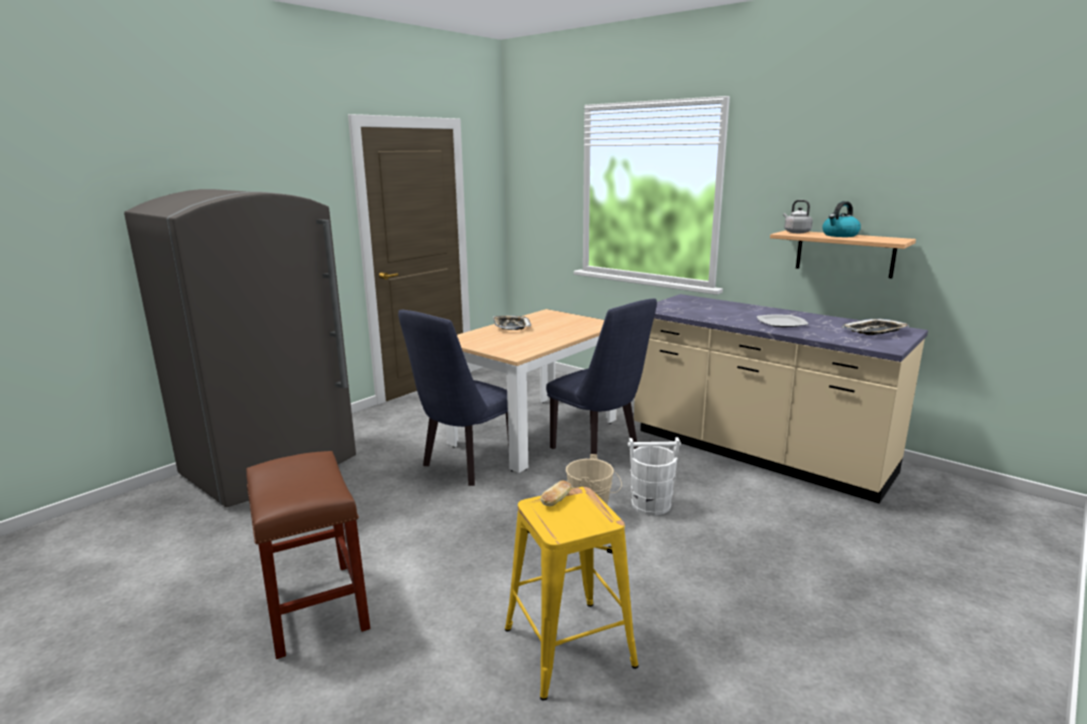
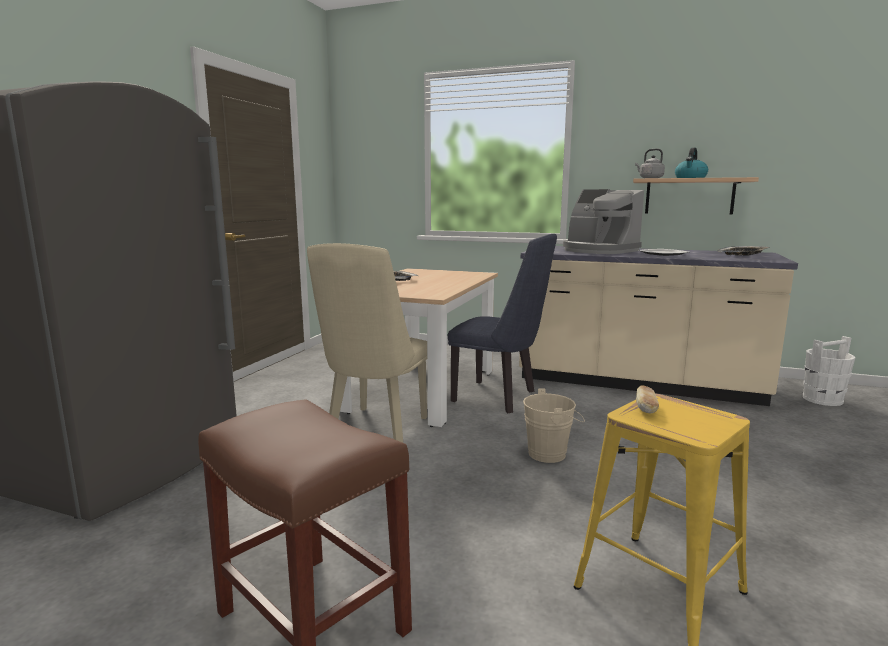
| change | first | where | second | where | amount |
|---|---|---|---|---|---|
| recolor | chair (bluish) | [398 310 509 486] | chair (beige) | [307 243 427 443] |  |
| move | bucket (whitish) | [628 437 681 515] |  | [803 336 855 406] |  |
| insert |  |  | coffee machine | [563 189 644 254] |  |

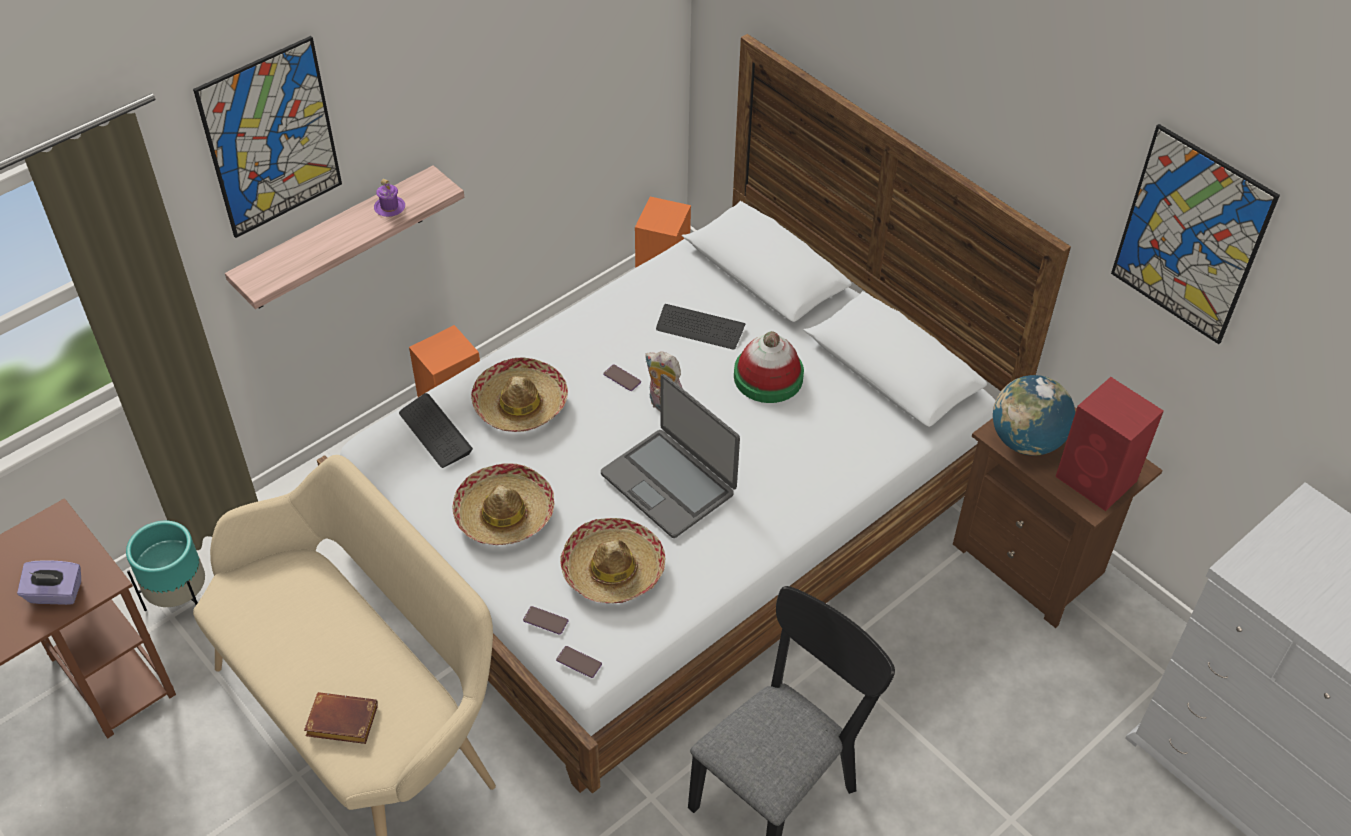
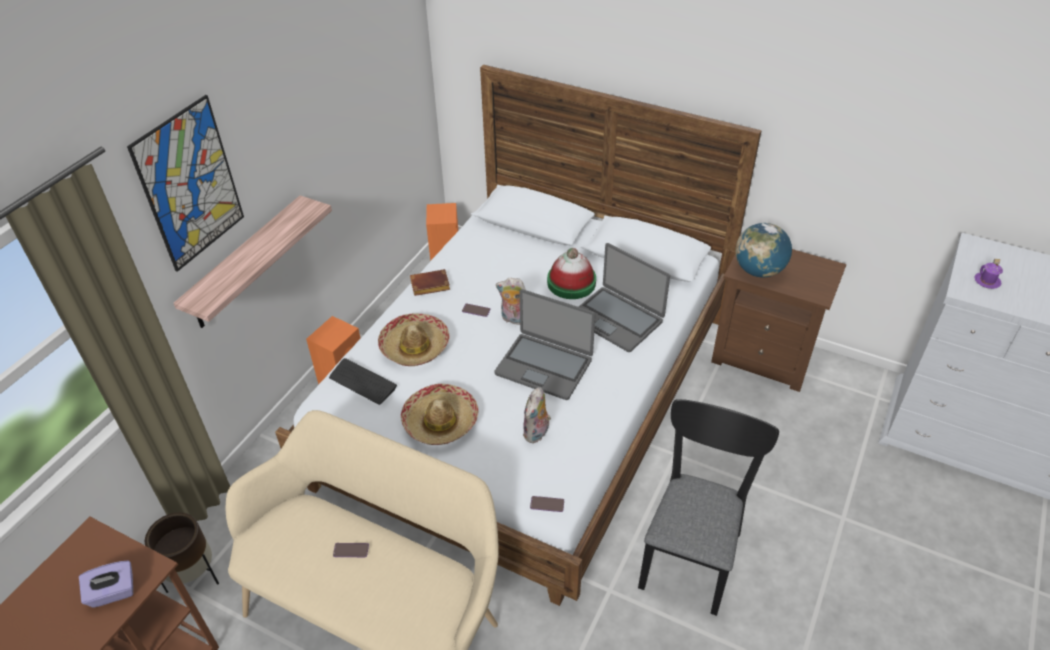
| change | first | where | second | where | amount |
|---|---|---|---|---|---|
| delete | wall art | [1111 124 1280 344] |  |  |  |
| move | tea mug (purplish) | [374 179 405 217] |  | [974 259 1003 289] |  |
| delete | computer keyboard | [656 304 745 350] |  |  |  |
| delete | audio speaker (reddish) | [1055 377 1164 511] |  |  |  |
| replace | clothing hat | [560 518 665 603] | plush toy | [523 387 551 443] |  |
| recolor | flower pot (turquoise) | [126 521 205 611] | flower pot (brown-coloured) | [145 512 219 593] |  |
| move | phone | [523 606 568 635] |  | [333 543 369 557] |  |
| move | volume (brown-coloured) | [304 692 378 744] |  | [410 269 450 296] |  |
| insert |  |  | notebook computer | [579 243 670 352] |  |

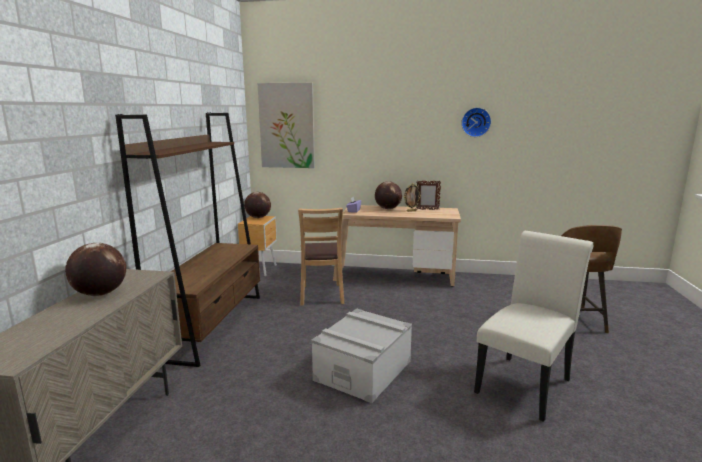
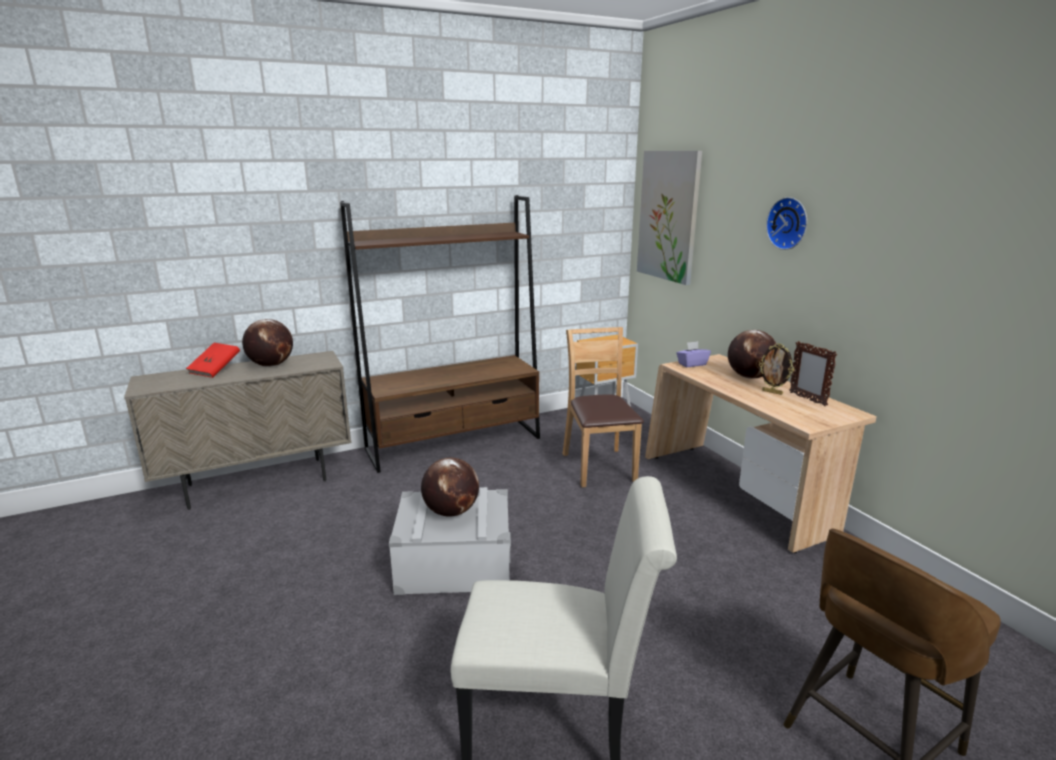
| change | first | where | second | where | amount |
|---|---|---|---|---|---|
| move | clock on the wall | [461 107 491 137] |  | [766 197 807 250] |  |
| move | desk globe | [244 192 271 218] |  | [421 458 479 517] |  |
| rotate | chair (brown-coloured) | [298 208 344 306] |  | [563 327 644 487] | 120 degrees clockwise |
| insert |  |  | volume (reddish) | [186 343 240 378] |  |

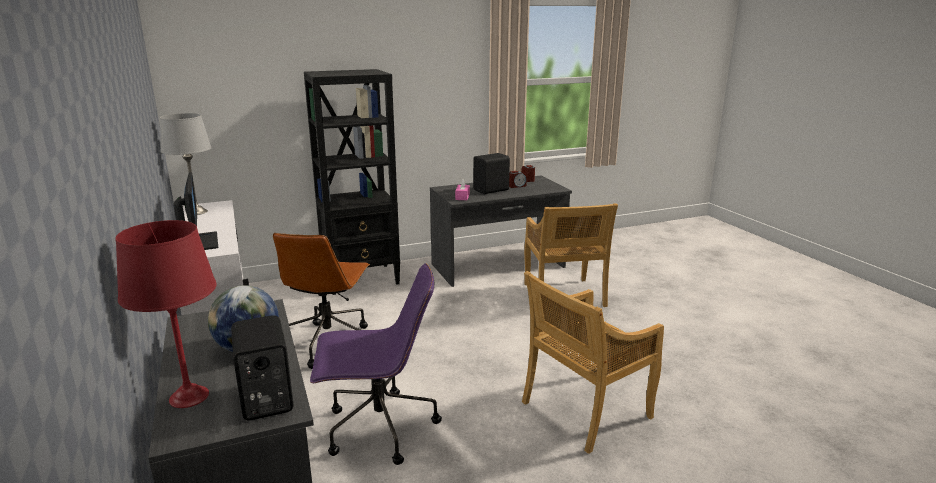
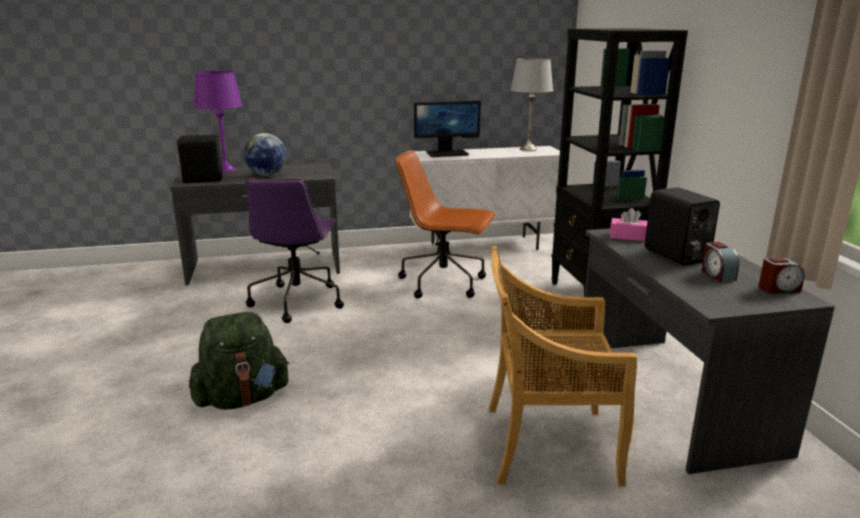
| change | first | where | second | where | amount |
|---|---|---|---|---|---|
| recolor | lamp for a table (reddish) | [115 220 217 408] | lamp for a table (purplish) | [194 71 242 172] |  |
| replace | chair (beige) | [522 271 664 454] | knapsack (greenish) | [189 312 289 410] |  |

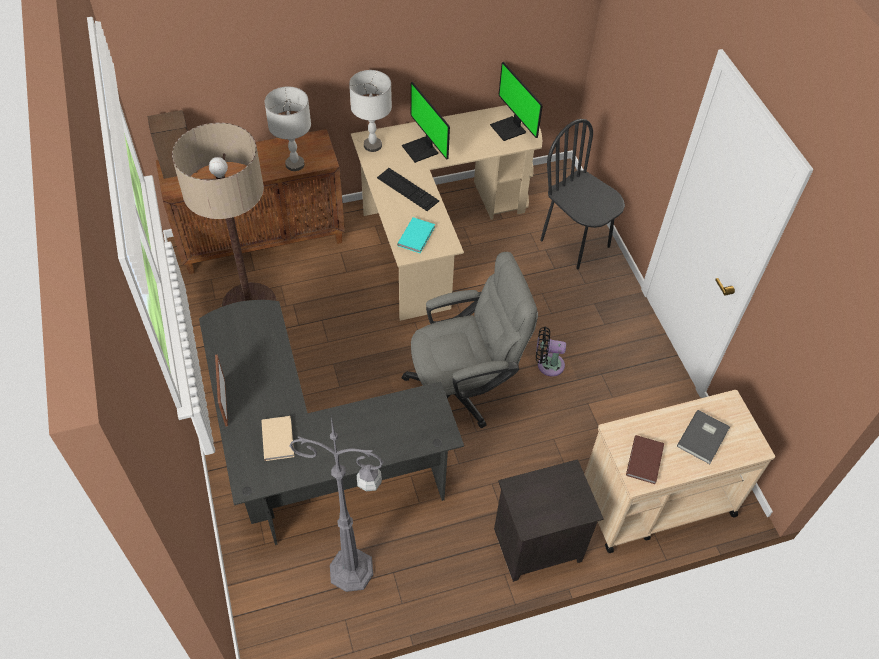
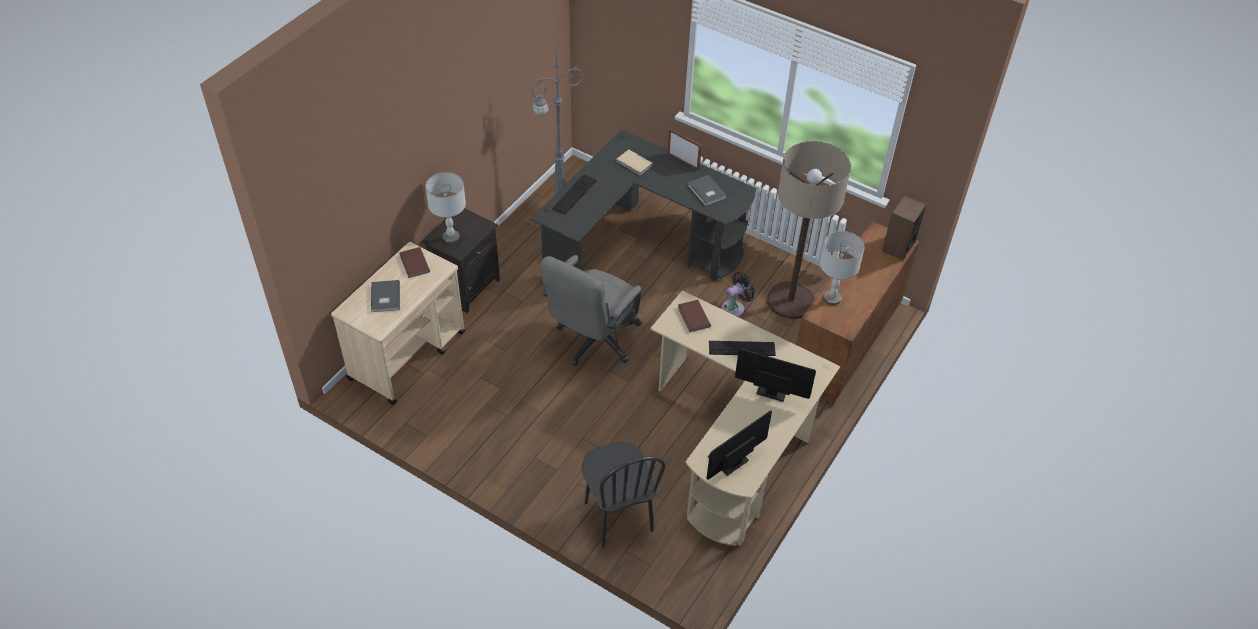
| change | first | where | second | where | amount |
|---|---|---|---|---|---|
| rotate | monitor | [490 62 543 141] |  | [706 411 772 480] | 60 degrees counterclockwise |
| move | lamp for a table (gray) | [349 70 392 152] |  | [426 172 466 244] |  |
| rotate | chair (black-coloured) | [540 119 625 270] |  | [582 442 665 548] | 60 degrees clockwise |
| recolor | volume (turquoise) | [397 217 435 253] | volume (brown-coloured) | [678 300 711 332] |  |
| move | fan (black-coloured) | [536 327 566 377] |  | [721 272 755 317] |  |
| insert |  |  | computer keyboard | [552 174 597 215] |  |
| insert |  |  | volume (gray) | [688 175 727 206] |  |

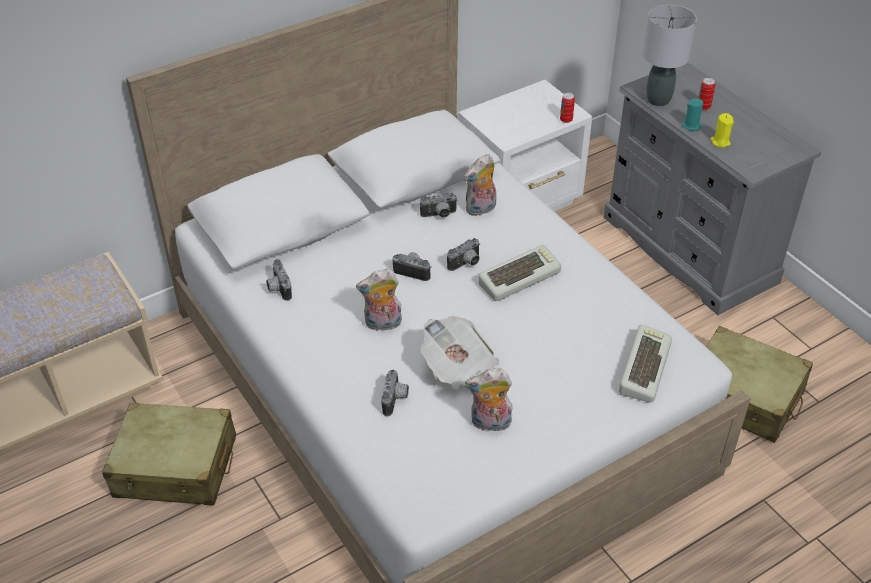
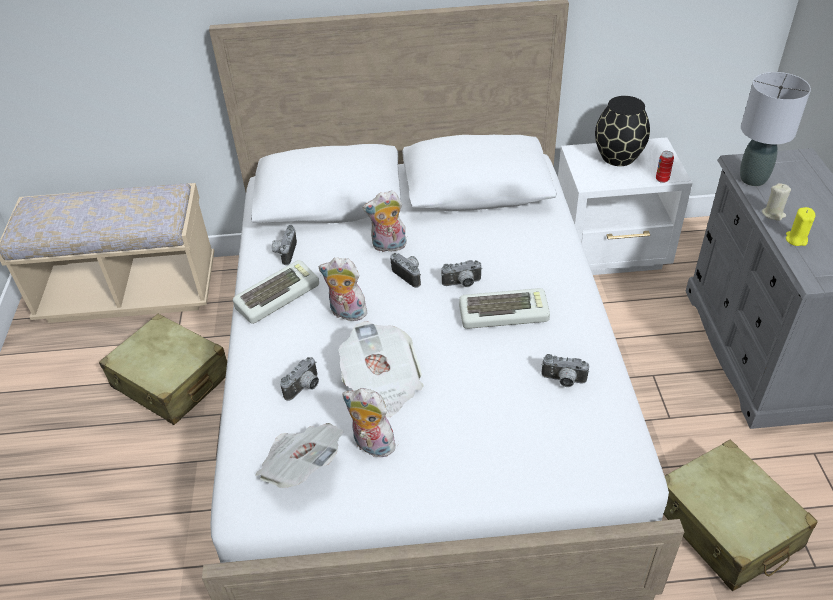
| change | first | where | second | where | amount |
|---|---|---|---|---|---|
| delete | can | [698 78 715 110] |  |  |  |
| recolor | wax candle (turquoise) | [682 99 703 131] | wax candle (beige) | [762 183 791 221] |  |
| move | plush toy | [464 154 496 216] |  | [362 190 407 252] |  |
| move | still camera | [420 193 458 218] |  | [541 354 589 387] |  |
| move | computer keyboard | [619 325 672 403] |  | [233 260 319 324] |  |
| insert |  |  | vase (black-coloured) | [595 96 650 166] |  |
| insert |  |  | daily paper | [255 423 343 488] |  |

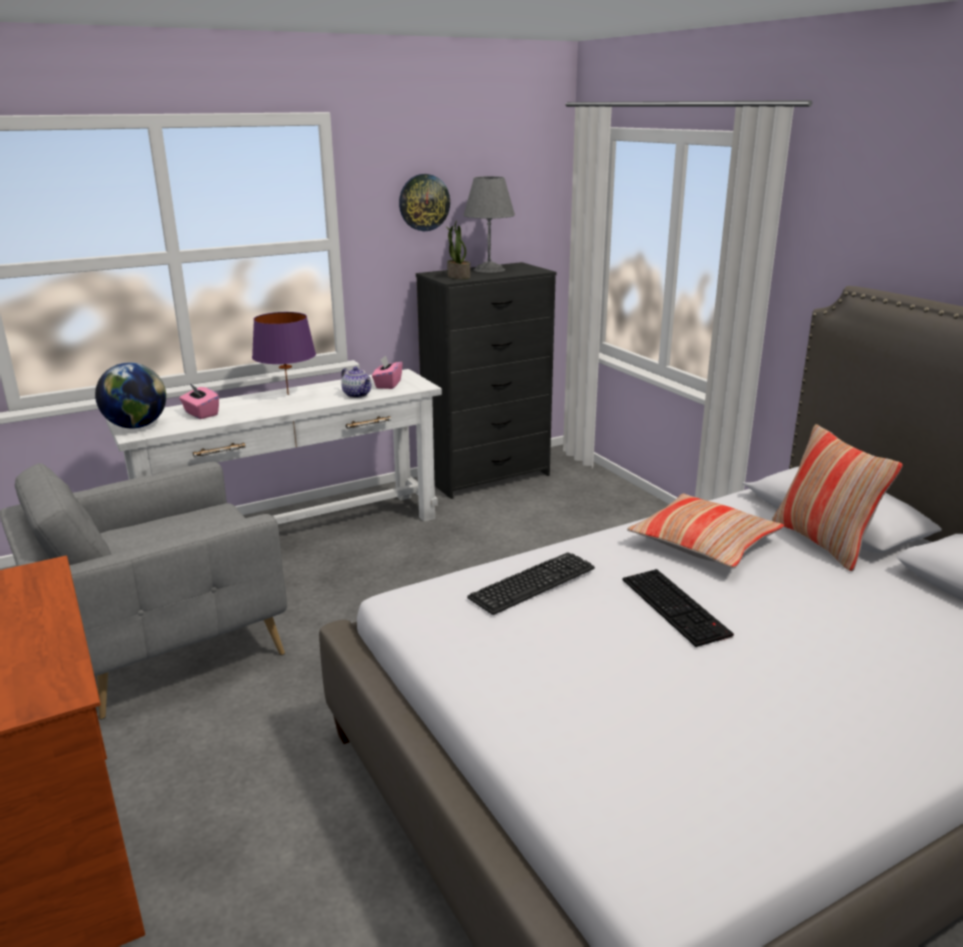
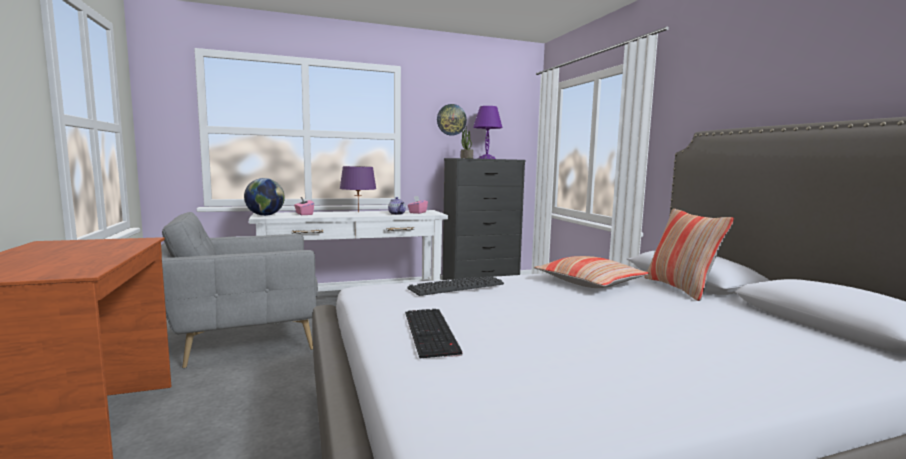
| change | first | where | second | where | amount |
|---|---|---|---|---|---|
| recolor | lamp for a table (gray) | [464 176 515 273] | lamp for a table (purplish) | [473 106 503 159] |  |
| move | computer keyboard | [622 569 734 647] |  | [405 309 462 358] |  |

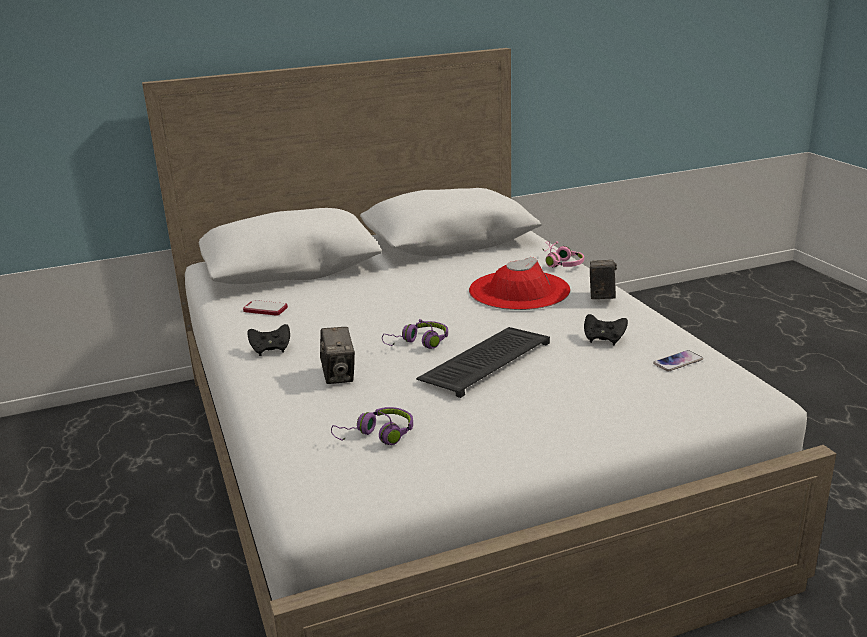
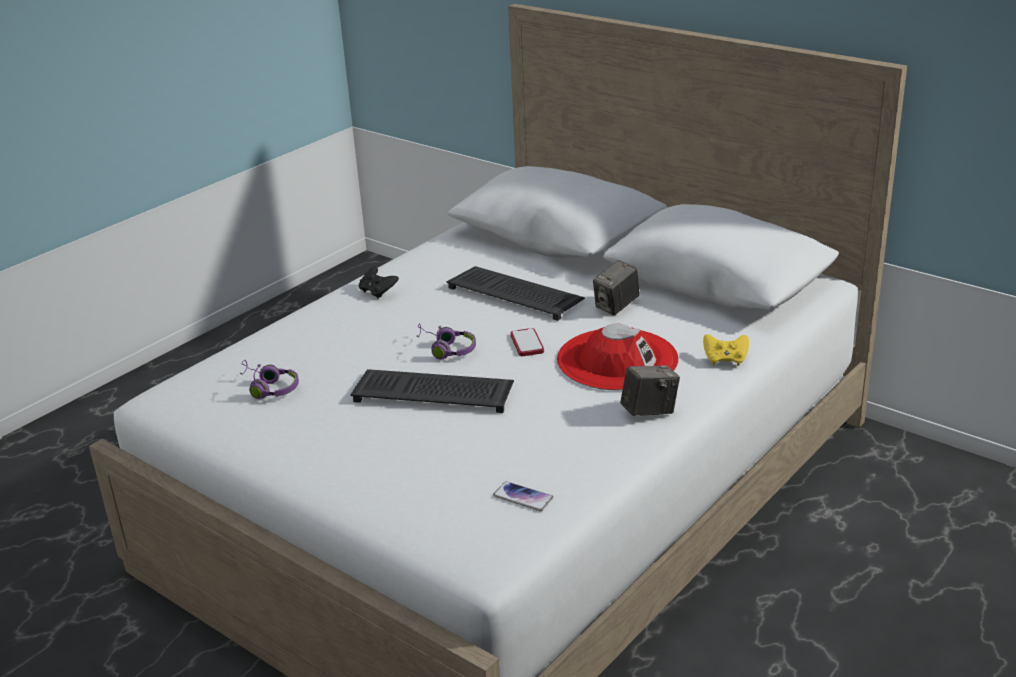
| change | first | where | second | where | amount |
|---|---|---|---|---|---|
| replace | headset (pinkish) | [543 241 584 268] | joypad (yellowish) | [703 334 749 366] |  |
| move | phone | [243 300 288 316] |  | [510 328 544 356] |  |
| delete | joypad (black-coloured) | [584 314 628 345] |  |  |  |
| move | still camera | [320 327 355 384] |  | [593 260 640 315] |  |
| insert |  |  | computer keyboard | [447 266 585 321] |  |

